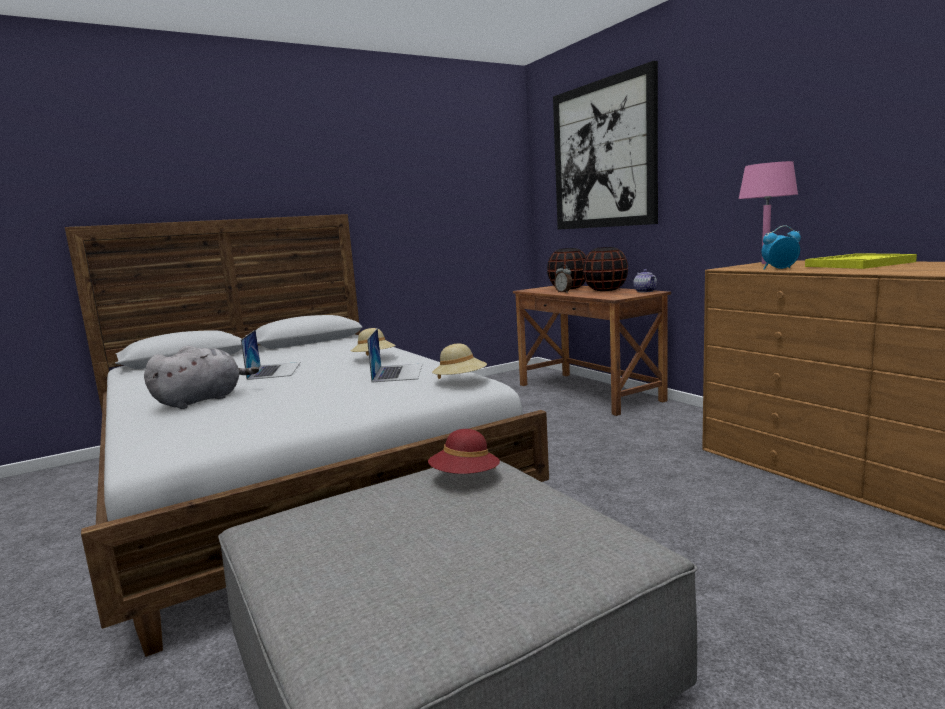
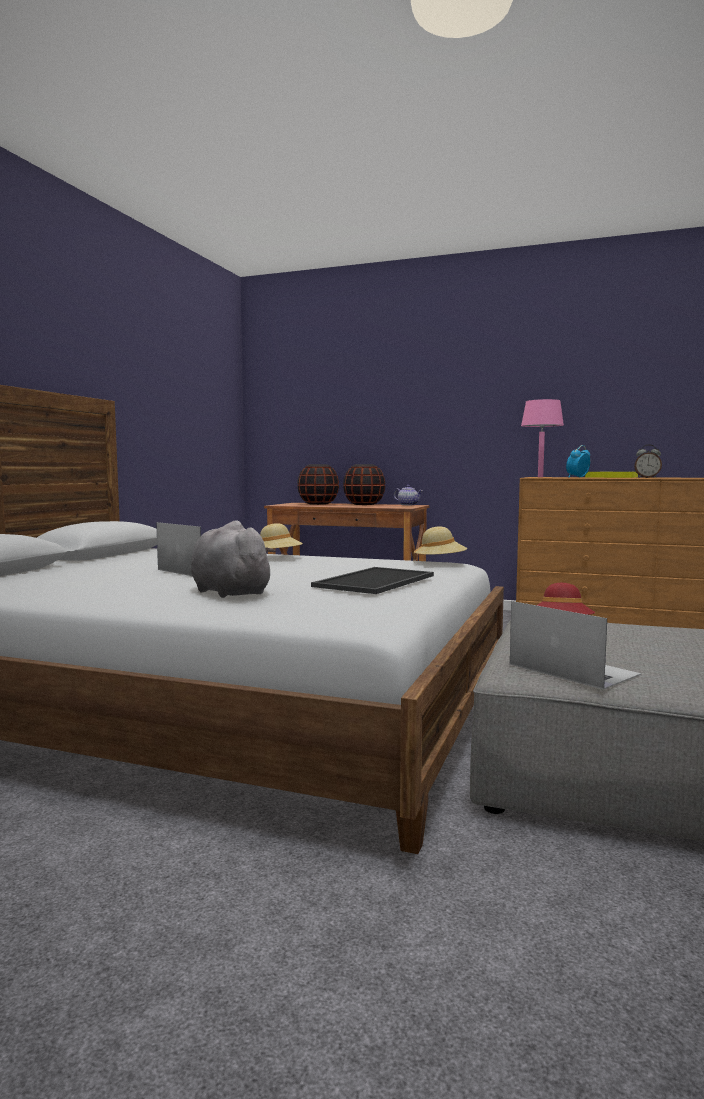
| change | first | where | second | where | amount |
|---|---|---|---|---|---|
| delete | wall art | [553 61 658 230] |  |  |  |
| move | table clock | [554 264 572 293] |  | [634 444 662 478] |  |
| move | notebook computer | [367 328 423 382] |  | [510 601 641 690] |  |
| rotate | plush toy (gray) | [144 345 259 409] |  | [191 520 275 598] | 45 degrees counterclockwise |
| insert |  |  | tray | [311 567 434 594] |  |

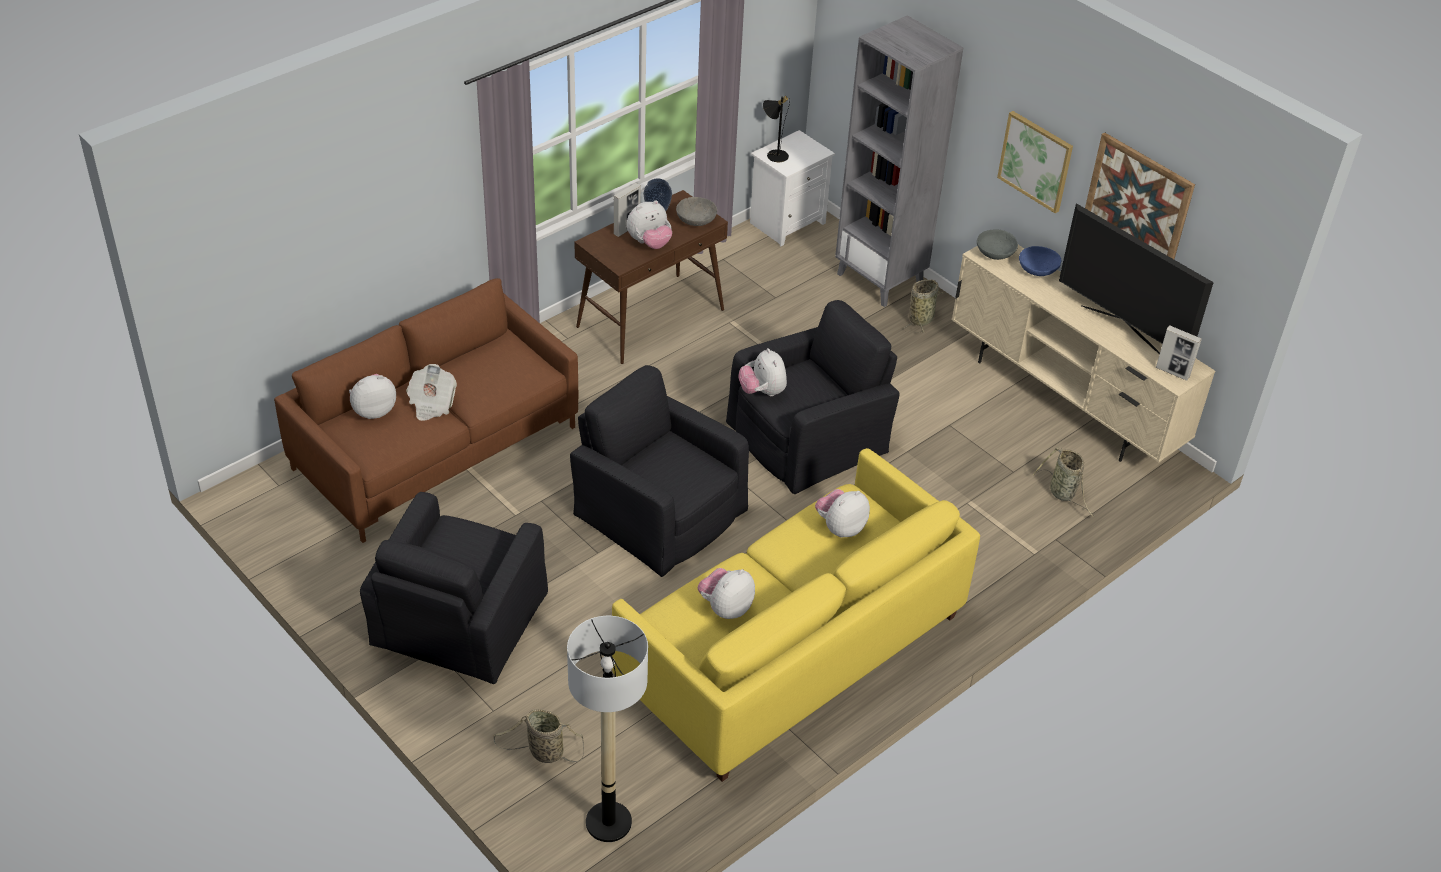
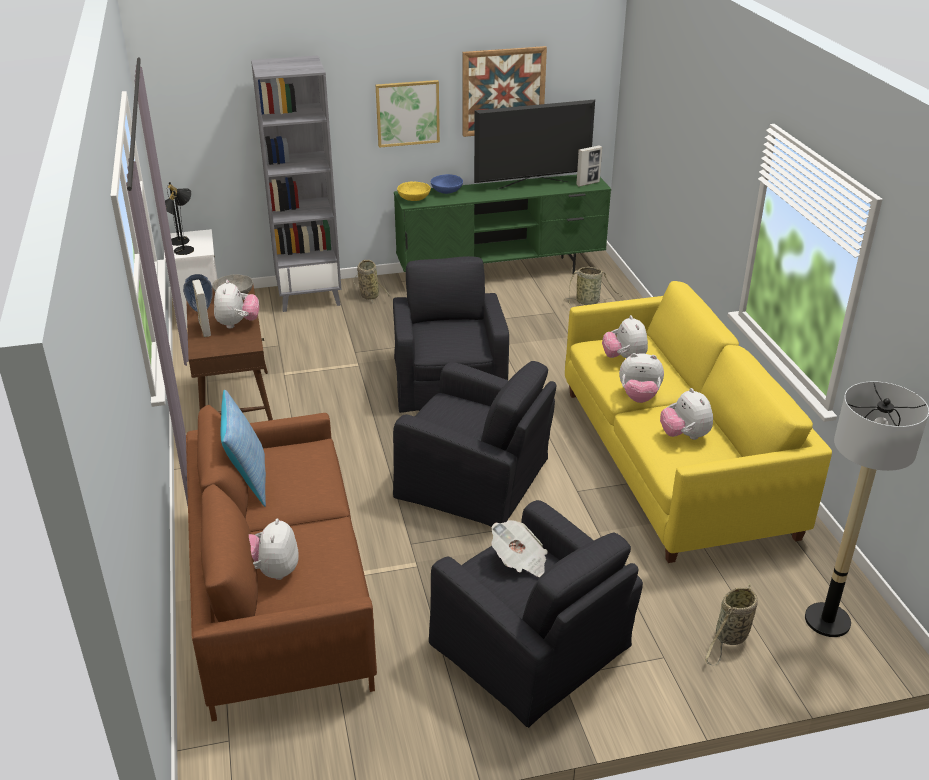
| change | first | where | second | where | amount |
|---|---|---|---|---|---|
| recolor | deep dish (gray) | [977 230 1018 260] | deep dish (yellowish) | [397 182 431 201] |  |
| recolor | media console (beige) | [952 245 1215 463] | media console (greenish) | [394 175 611 273] |  |
| move | plush toy | [738 348 787 396] |  | [619 353 664 403] |  |
| move | daily paper | [406 364 457 421] |  | [491 520 548 577] |  |
| rotate | armchair (black-coloured) | [570 365 749 577] |  | [393 361 556 527] | 135 degrees counterclockwise |
| insert |  |  | lamp for a table (black-coloured) | [167 182 192 246] |  |
| insert |  |  | pillow | [221 390 266 507] |  |

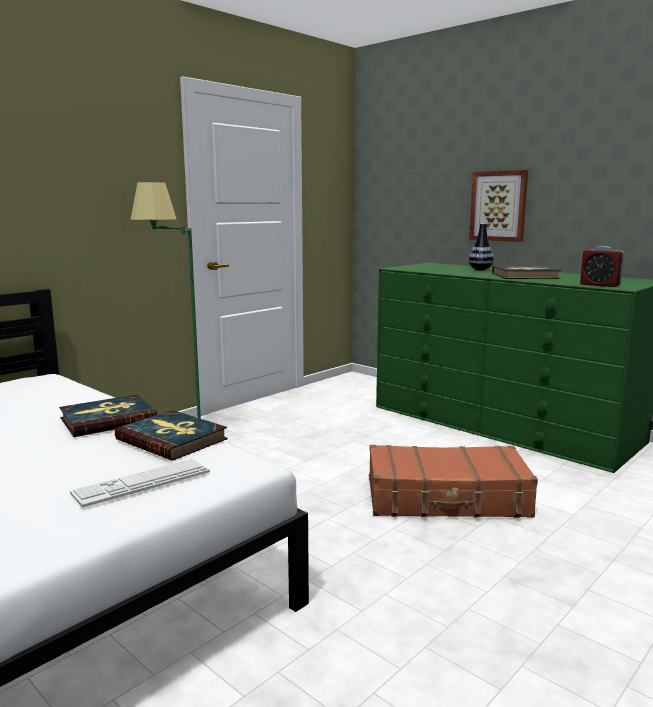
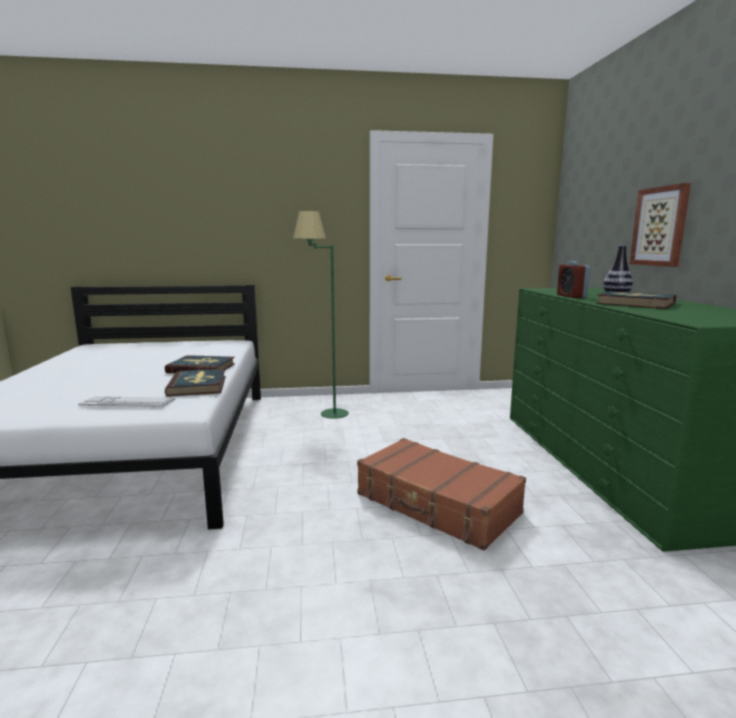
| change | first | where | second | where | amount |
|---|---|---|---|---|---|
| move | table clock | [580 246 624 287] |  | [557 261 590 298] |  |

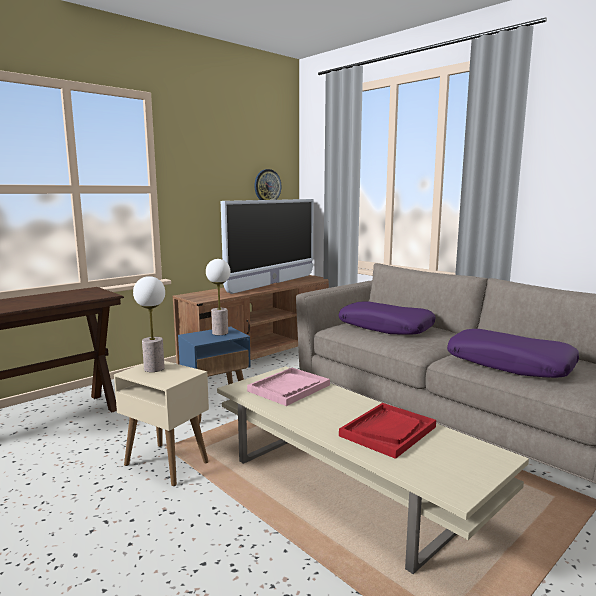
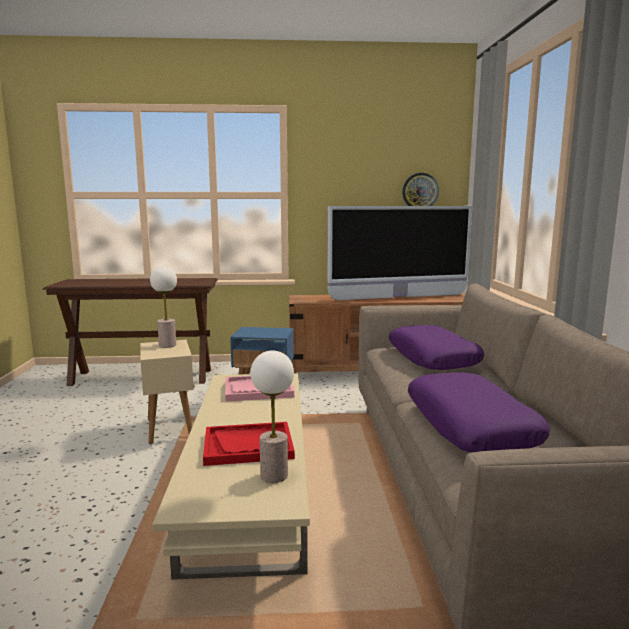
| change | first | where | second | where | amount |
|---|---|---|---|---|---|
| move | lamp for a table | [206 259 231 335] |  | [251 350 294 483] |  |

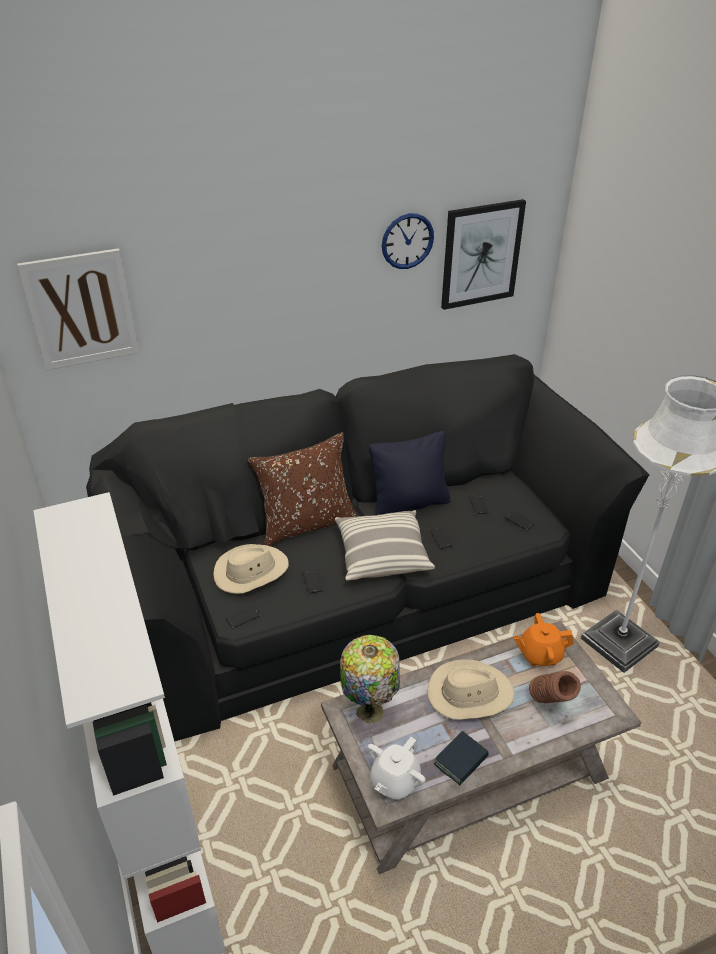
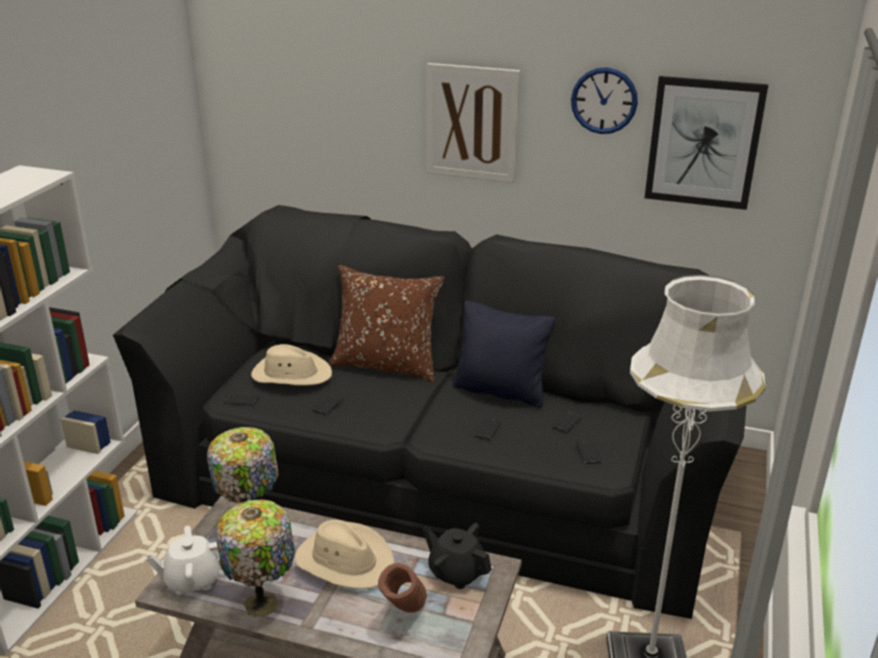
| change | first | where | second | where | amount |
|---|---|---|---|---|---|
| move | wall art | [17 248 139 370] |  | [427 63 520 183] |  |
| delete | pillow | [335 510 435 581] |  |  |  |
| recolor | teapot (orangey) | [513 613 574 666] | teapot (black-coloured) | [423 523 492 589] |  |
| replace | volume | [434 731 489 785] | lamp for a table | [216 500 295 617] |  |

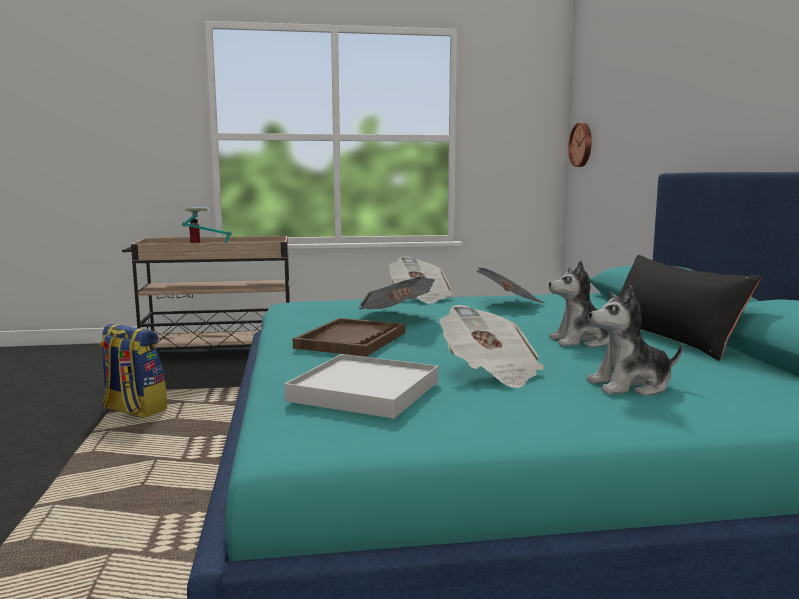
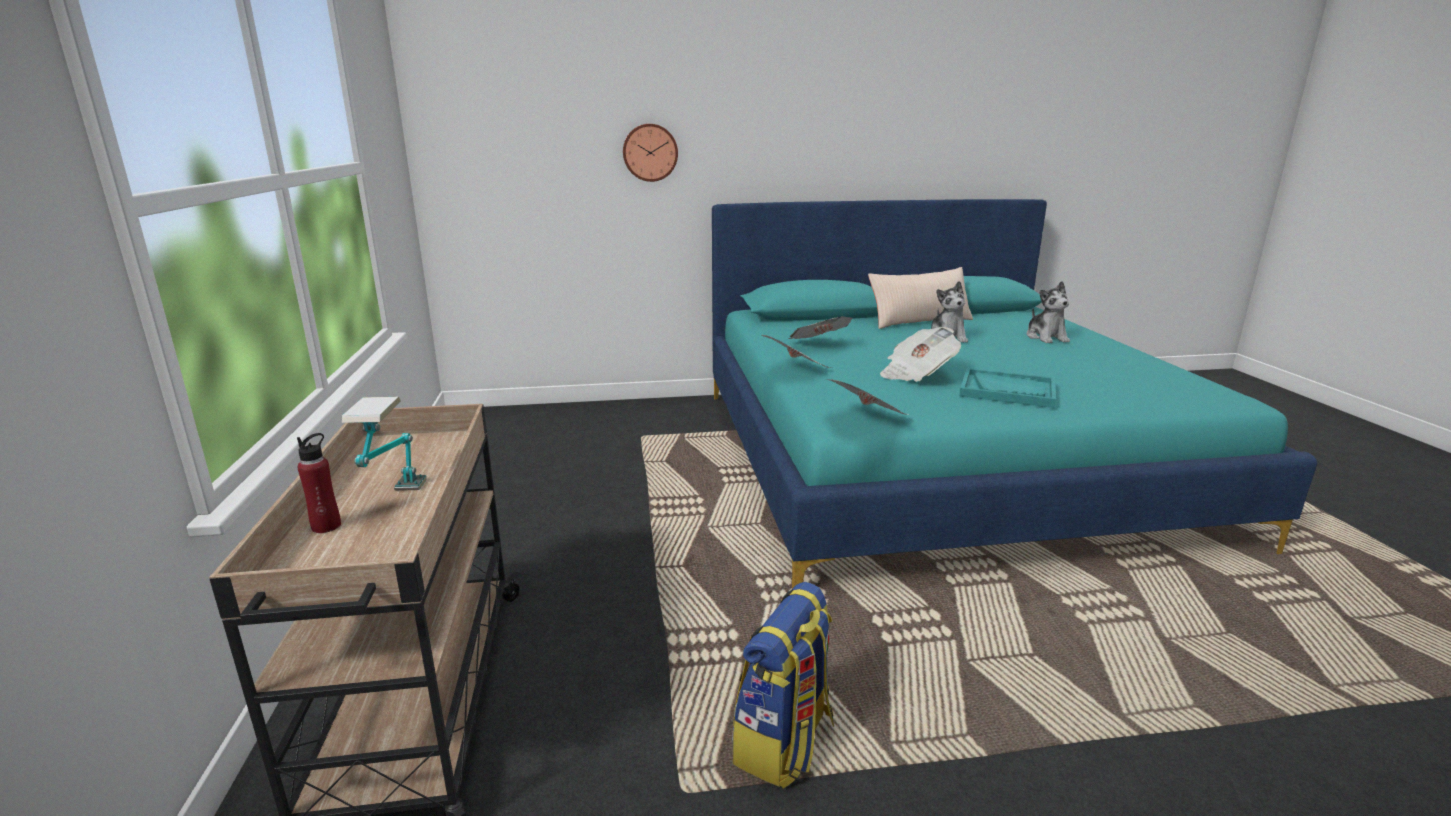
| change | first | where | second | where | amount |
|---|---|---|---|---|---|
| move | clock on the wall | [568 122 592 167] |  | [623 124 678 182] |  |
| recolor | pillow (black-coloured) | [618 255 761 361] | pillow (beige) | [868 267 973 329] |  |
| move | daily paper | [439 305 544 388] |  | [826 379 910 415] |  |
| recolor | tray (brown-coloured) | [293 318 405 357] | tray (turquoise) | [959 368 1056 408] |  |
| delete | tray (whitish) | [284 354 439 419] |  |  |  |

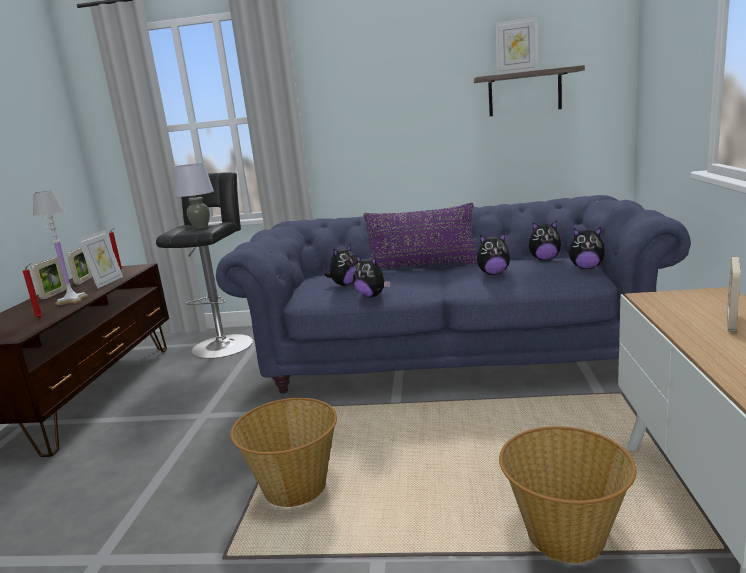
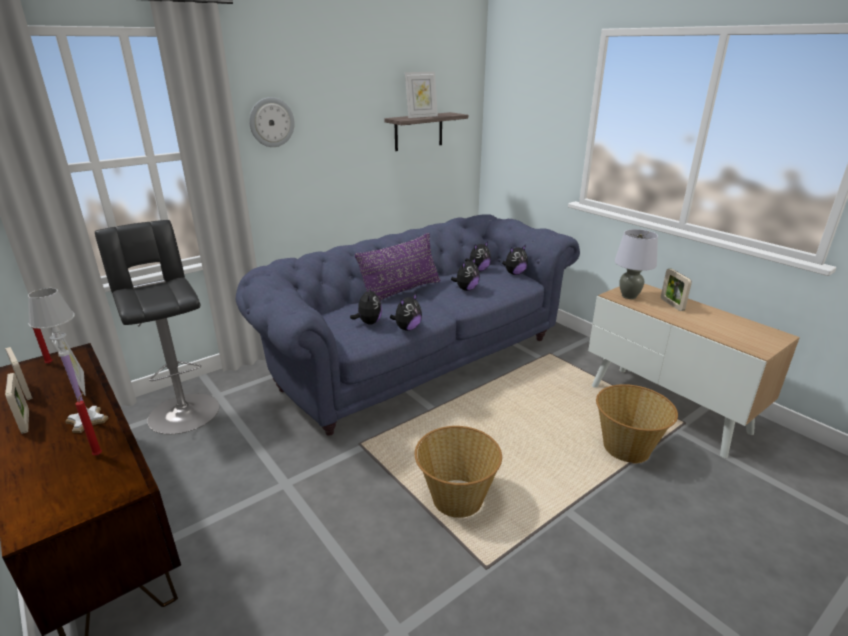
| change | first | where | second | where | amount |
|---|---|---|---|---|---|
| move | lamp for a table (gray) | [174 163 214 229] |  | [615 229 658 299] |  |
| rotate | plush toy | [353 255 391 298] |  | [390 293 422 331] | 45 degrees counterclockwise |
| insert |  |  | clock on the wall | [249 97 295 147] |  |

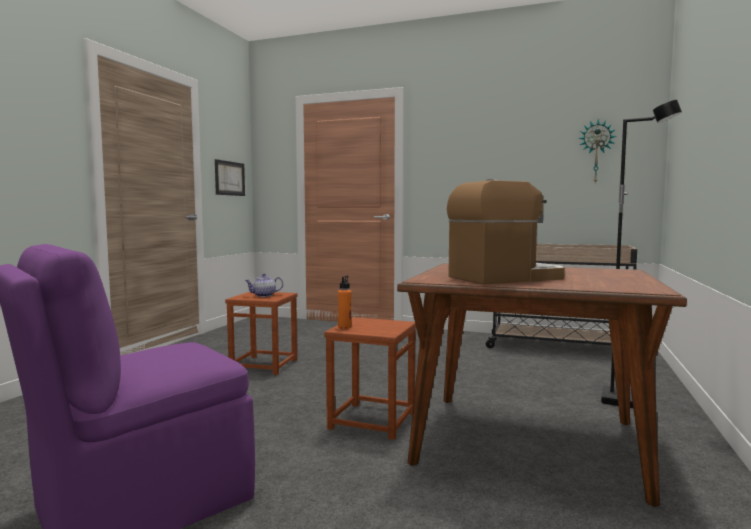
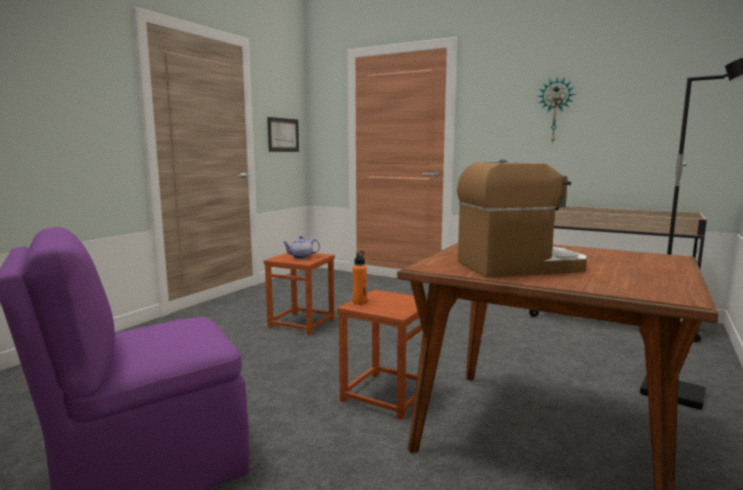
| change | first | where | second | where | amount |
|---|---|---|---|---|---|
| move | clock on the wall | [579 119 617 184] |  | [538 76 575 142] |  |

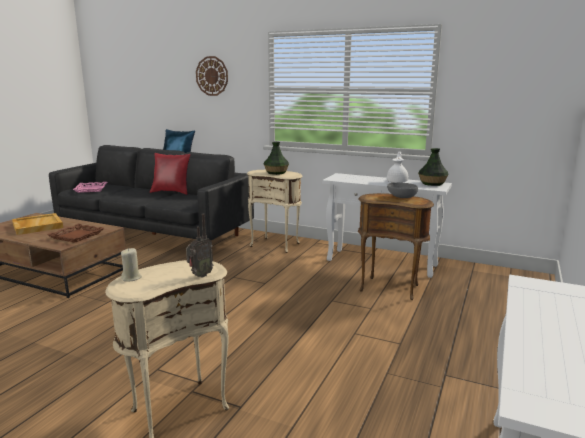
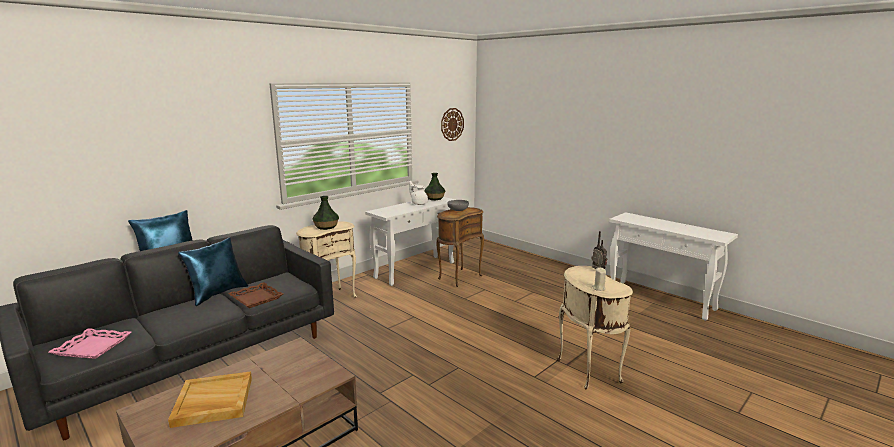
| change | first | where | second | where | amount |
|---|---|---|---|---|---|
| move | clock on the wall | [196 56 228 96] |  | [441 108 464 141] |  |
| recolor | pillow (reddish) | [150 153 191 195] | pillow (bluish) | [178 237 248 306] |  |
| move | tray (brown-coloured) | [47 224 104 243] |  | [228 282 283 308] |  |

